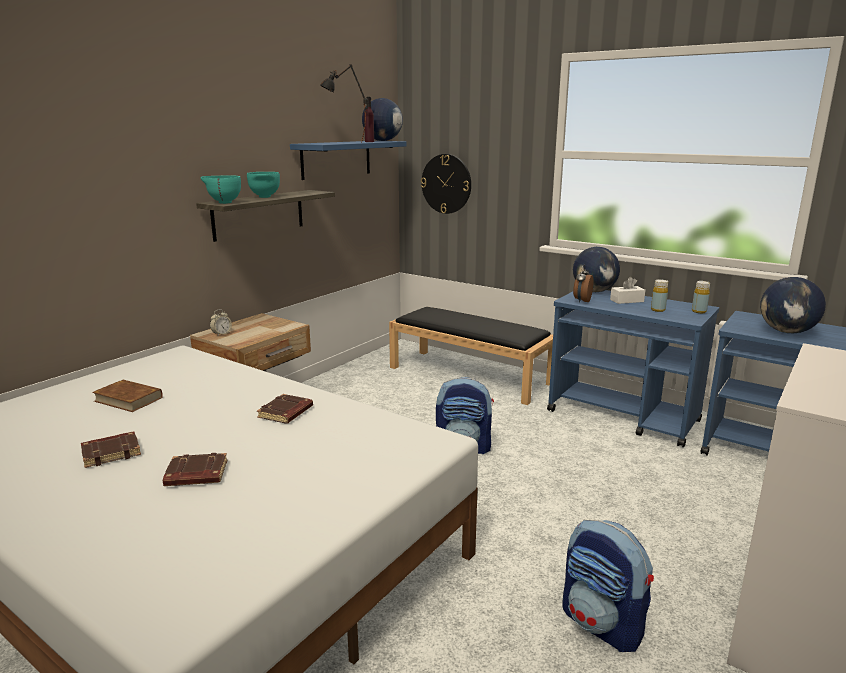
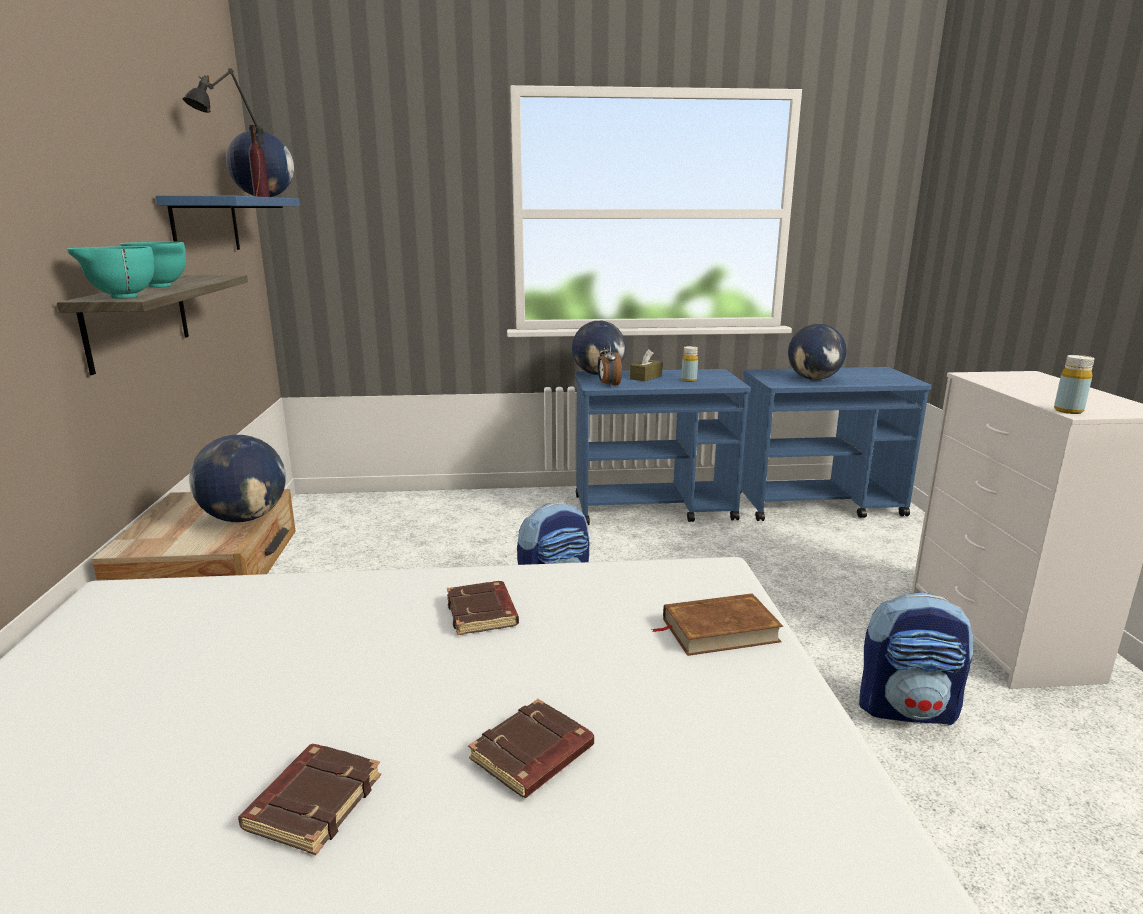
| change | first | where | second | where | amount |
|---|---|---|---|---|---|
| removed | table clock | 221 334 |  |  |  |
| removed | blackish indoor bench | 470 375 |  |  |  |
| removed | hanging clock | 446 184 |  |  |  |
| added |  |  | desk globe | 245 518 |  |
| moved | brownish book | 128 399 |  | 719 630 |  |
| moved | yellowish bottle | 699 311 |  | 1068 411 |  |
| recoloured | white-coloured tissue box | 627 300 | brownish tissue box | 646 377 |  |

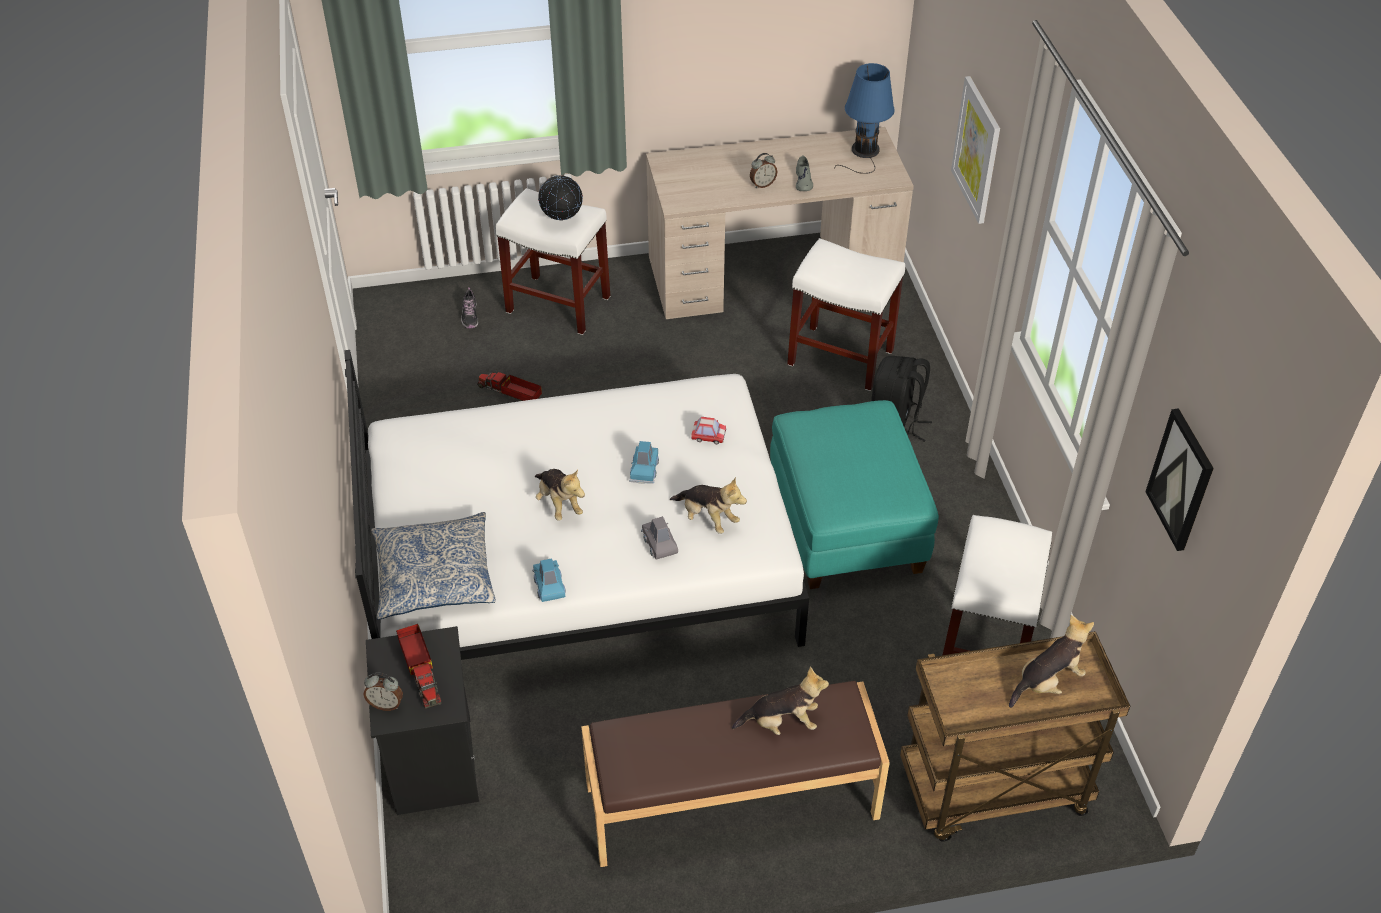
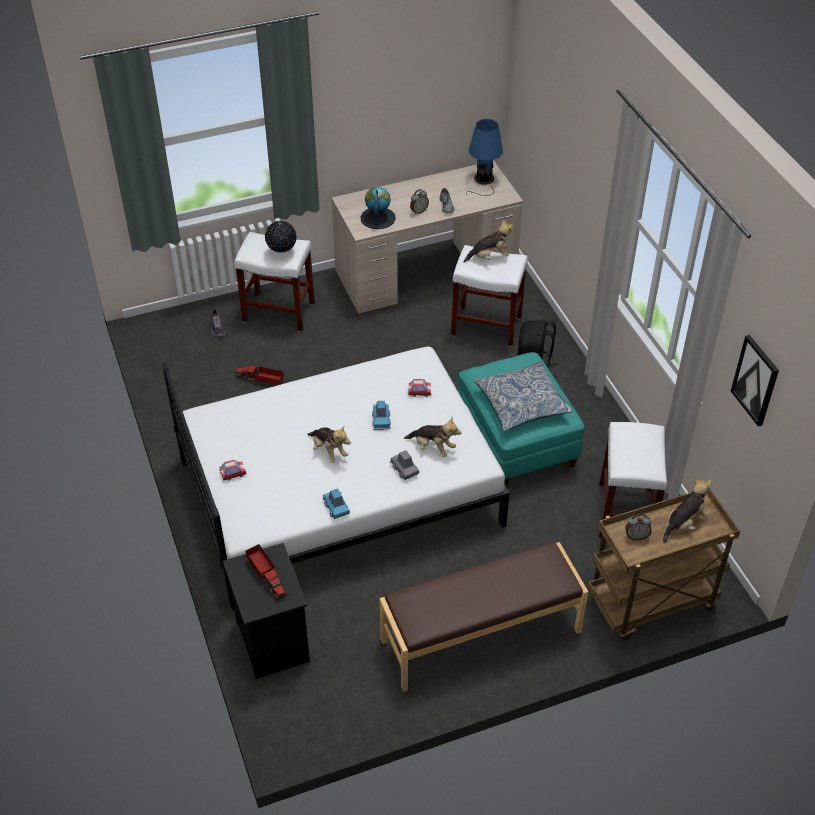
| change | first | where | second | where | amount |
|---|---|---|---|---|---|
| removed | picture | 977 150 |  |  |  |
| added |  |  | model car | 233 473 |  |
| added |  |  | desk globe | 377 218 |  |
| moved | table clock | 386 704 |  | 636 536 |  |
| moved | throw pillow | 435 576 |  | 522 403 |  |
| moved | cuddly toy | 782 722 |  | 489 257 |  |

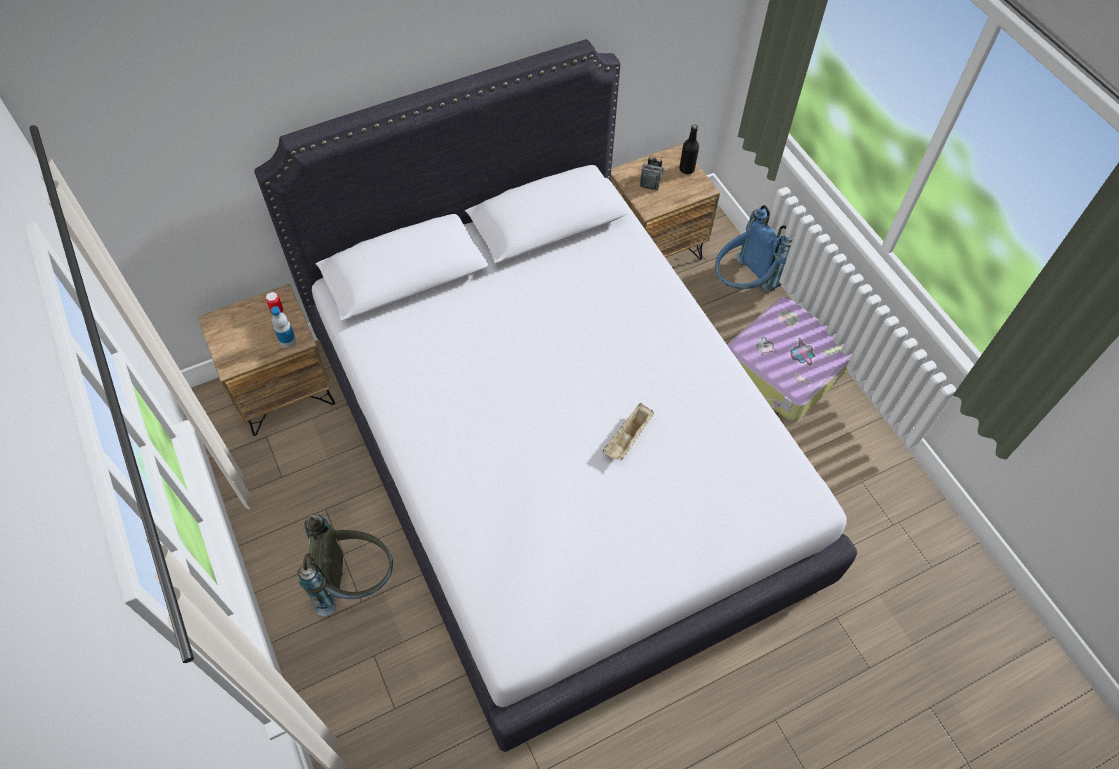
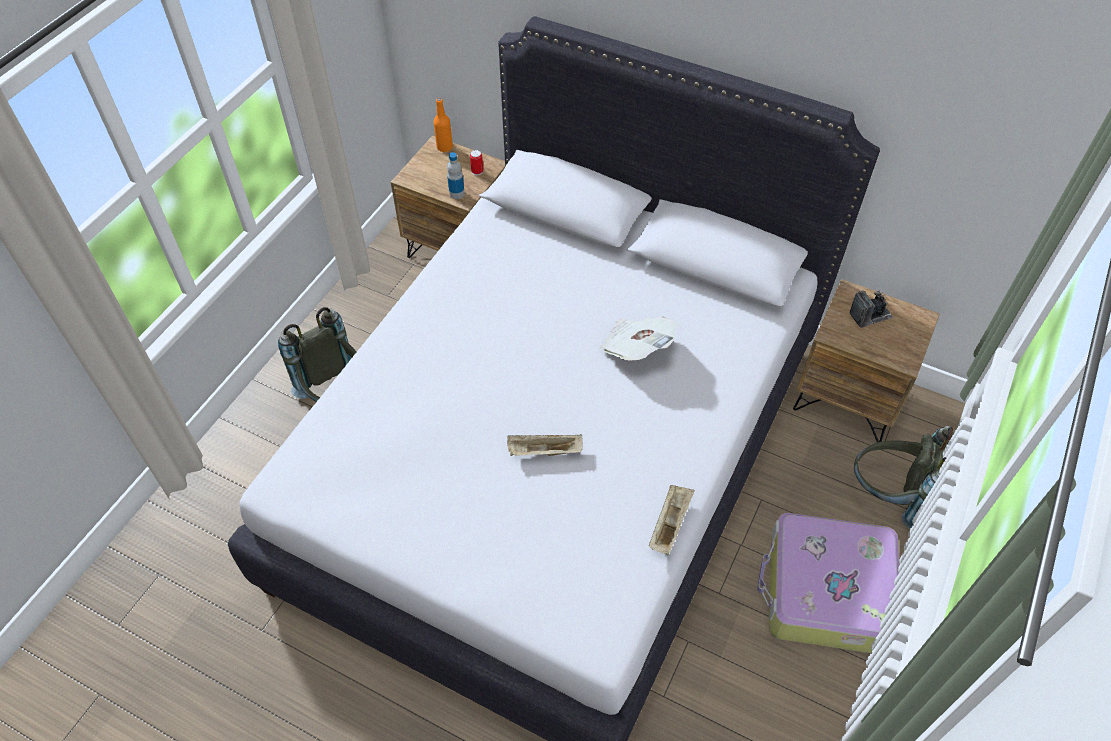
| change | first | where | second | where | amount |
|---|---|---|---|---|---|
| removed | blackish bottle | 687 169 |  |  |  |
| added |  |  | orange-coloured bottle | 444 147 |  |
| added |  |  | printed paper | 636 348 |  |
| added |  |  | sand-coloured tray | 669 524 |  |
| recoloured | blue-coloured backpack | 742 285 | greyish backpack | 888 496 |  |

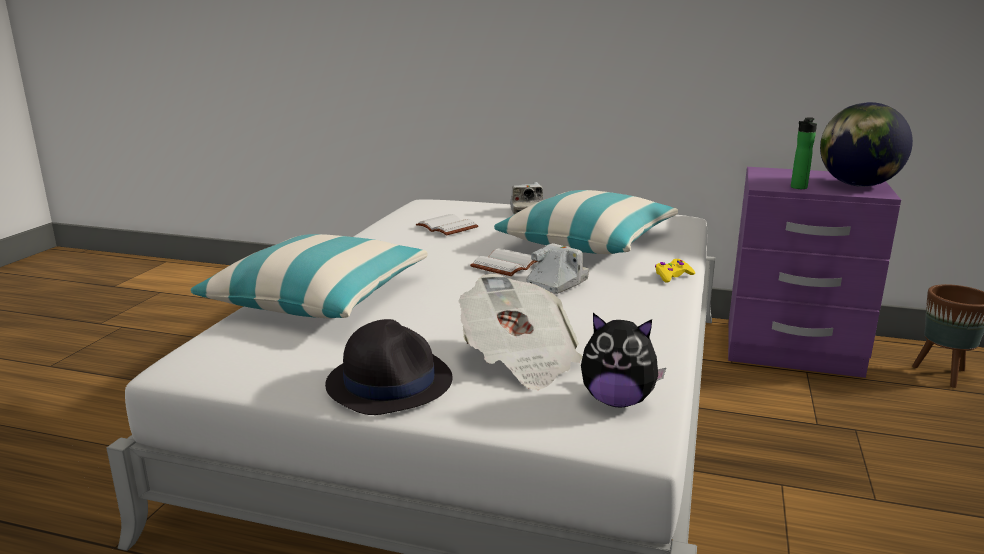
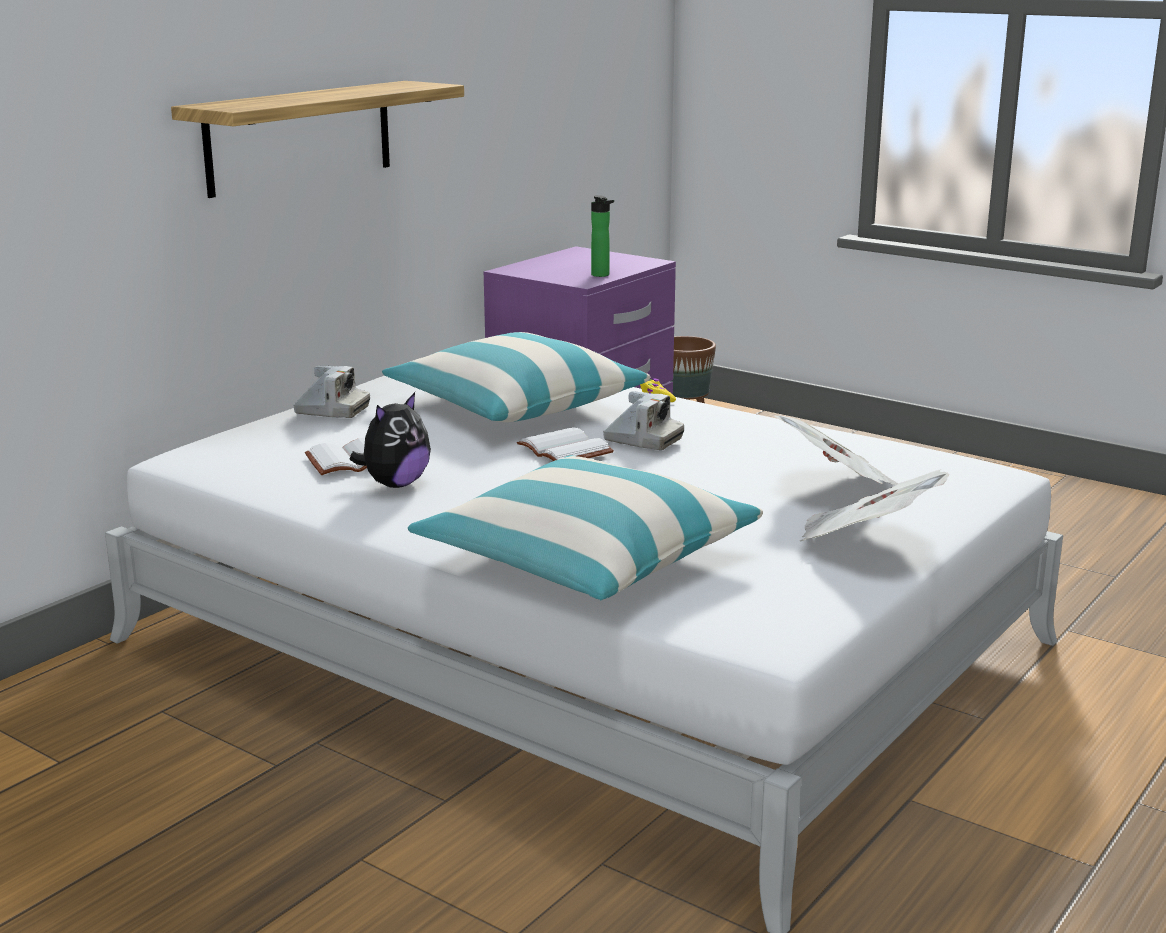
| change | first | where | second | where | amount |
|---|---|---|---|---|---|
| removed | desk globe | 857 185 |  |  |  |
| added |  |  | bracket shelf | 300 137 |  |
| moved | cuddly toy | 617 401 |  | 395 484 |  |
| replaced | blackish wearable hat | 389 382 | printed paper | 865 542 |  |
| turned | still camera | 557 283 |  | 643 440 | 150 degrees clockwise |

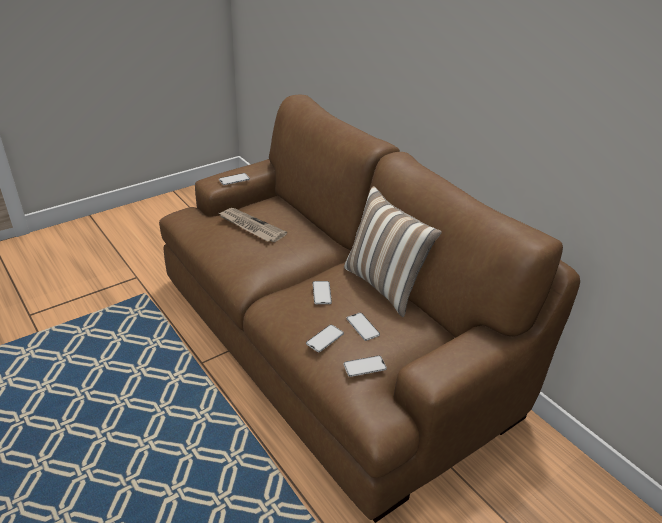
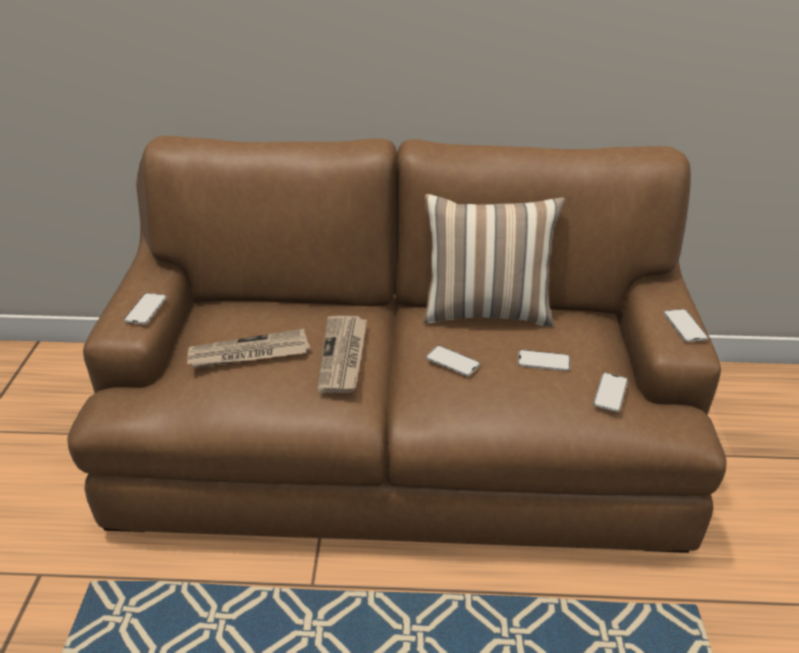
| change | first | where | second | where | amount |
|---|---|---|---|---|---|
| added |  |  | printed paper | 343 356 |  |
| moved | phone | 325 338 |  | 684 326 |  |

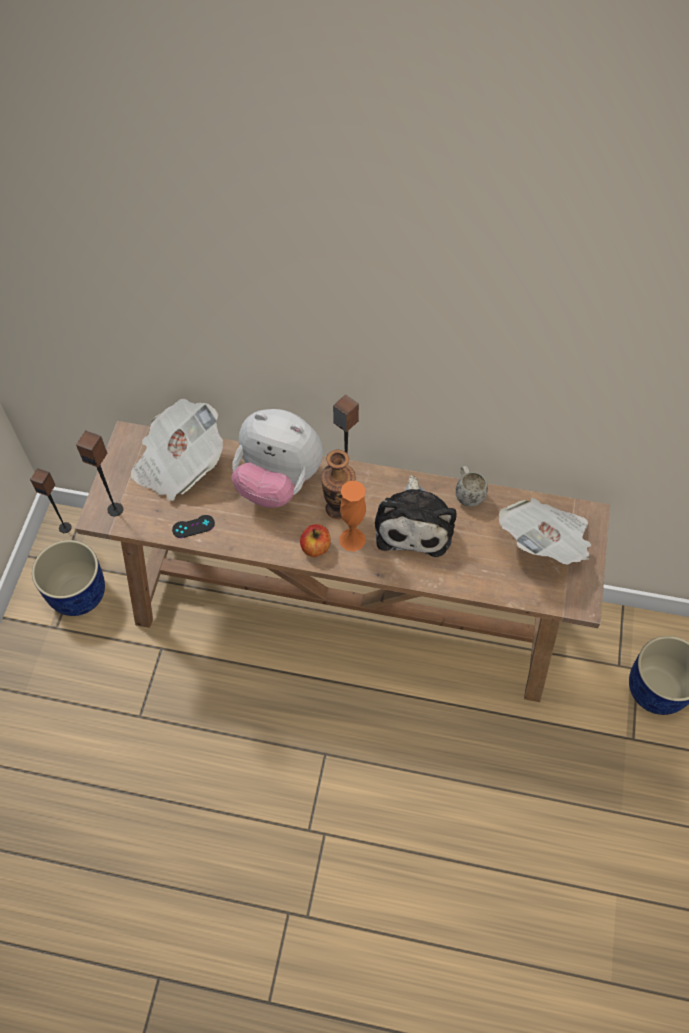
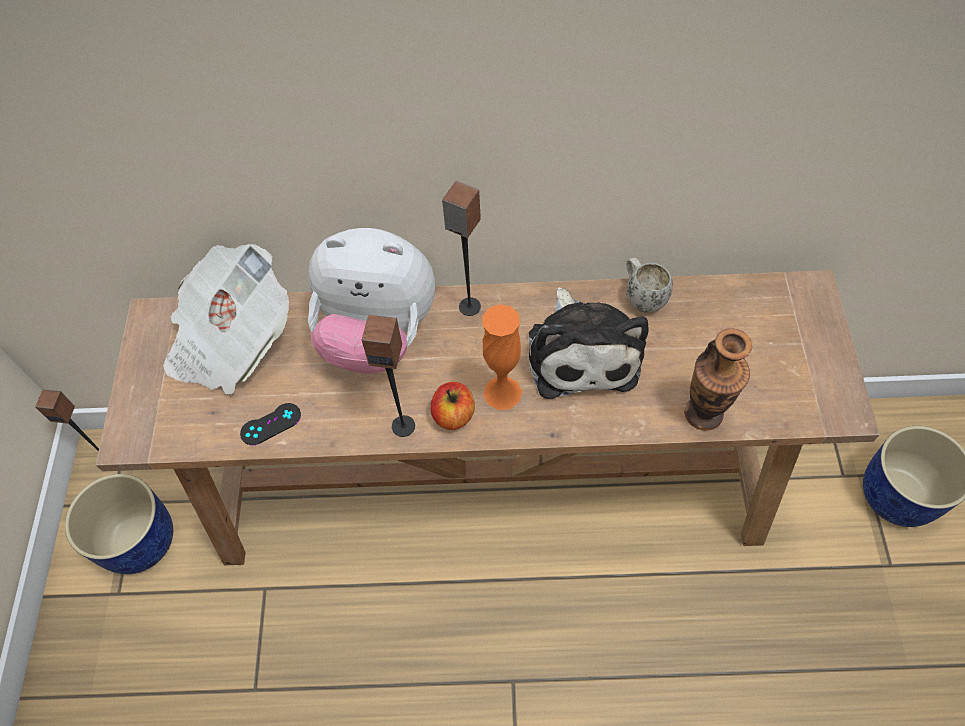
| change | first | where | second | where | amount |
|---|---|---|---|---|---|
| removed | printed paper | 545 542 |  |  |  |
| moved | audio speaker | 115 509 |  | 403 425 |  |
| moved | vase | 338 508 |  | 703 413 |  |

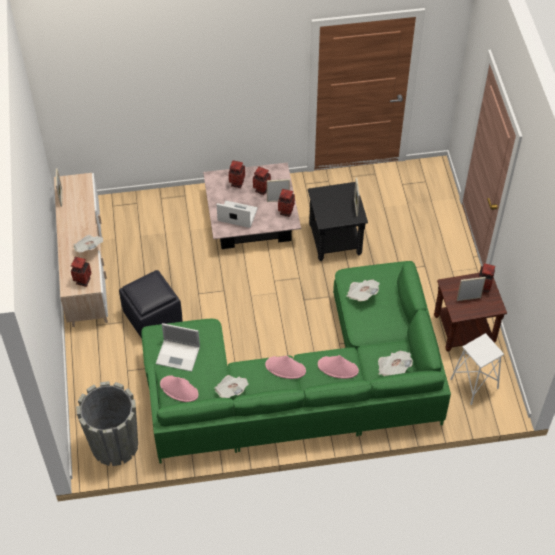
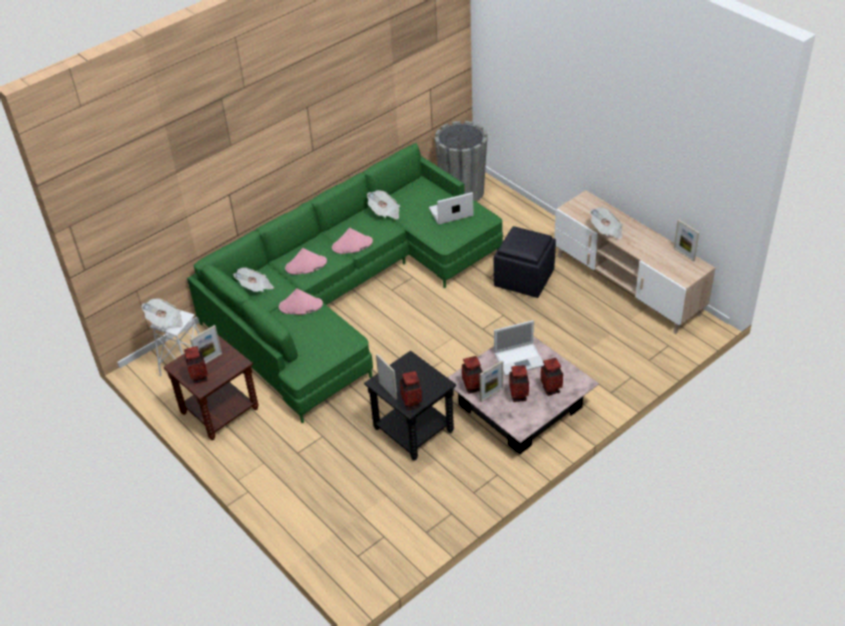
| change | first | where | second | where | amount |
|---|---|---|---|---|---|
| moved | vase | 83 281 |  | 411 403 |  |
| moved | pink-coloured wearable hat | 179 389 |  | 300 306 |  |
| moved | printed paper | 362 294 |  | 165 321 |  |

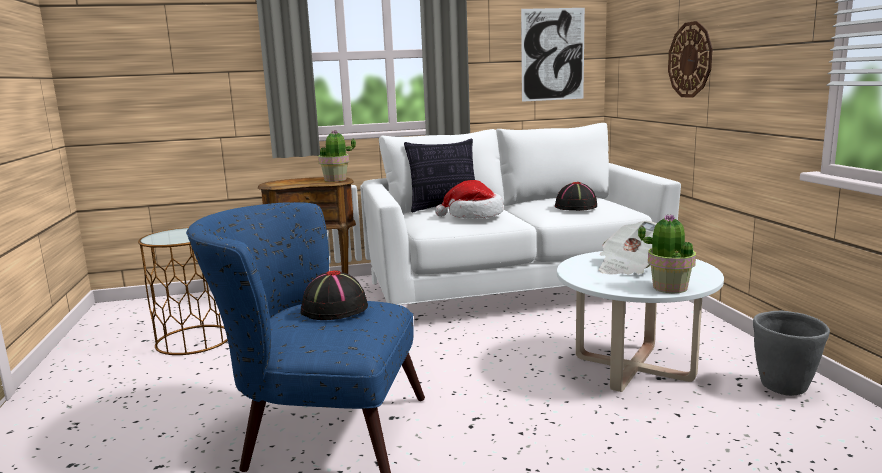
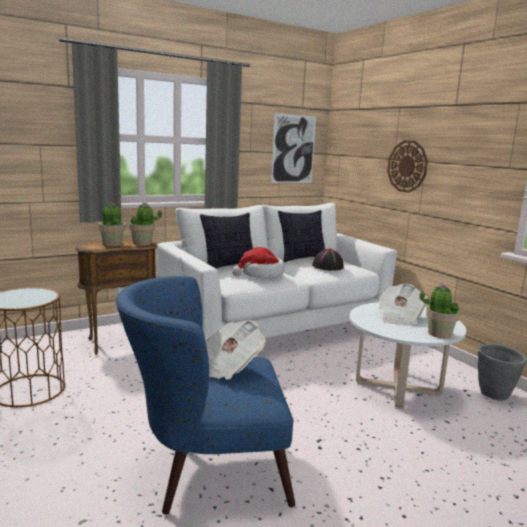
| change | first | where | second | where | amount |
|---|---|---|---|---|---|
| added |  |  | plant in a pot | 112 244 |  |
| added |  |  | throw pillow | 302 258 |  |
| replaced | blackish wearable hat | 334 309 | printed paper | 227 367 |  |

